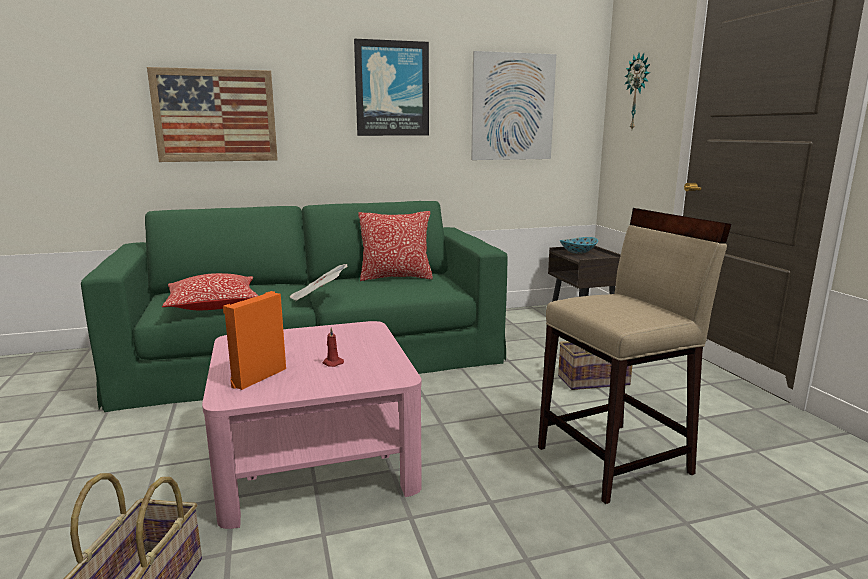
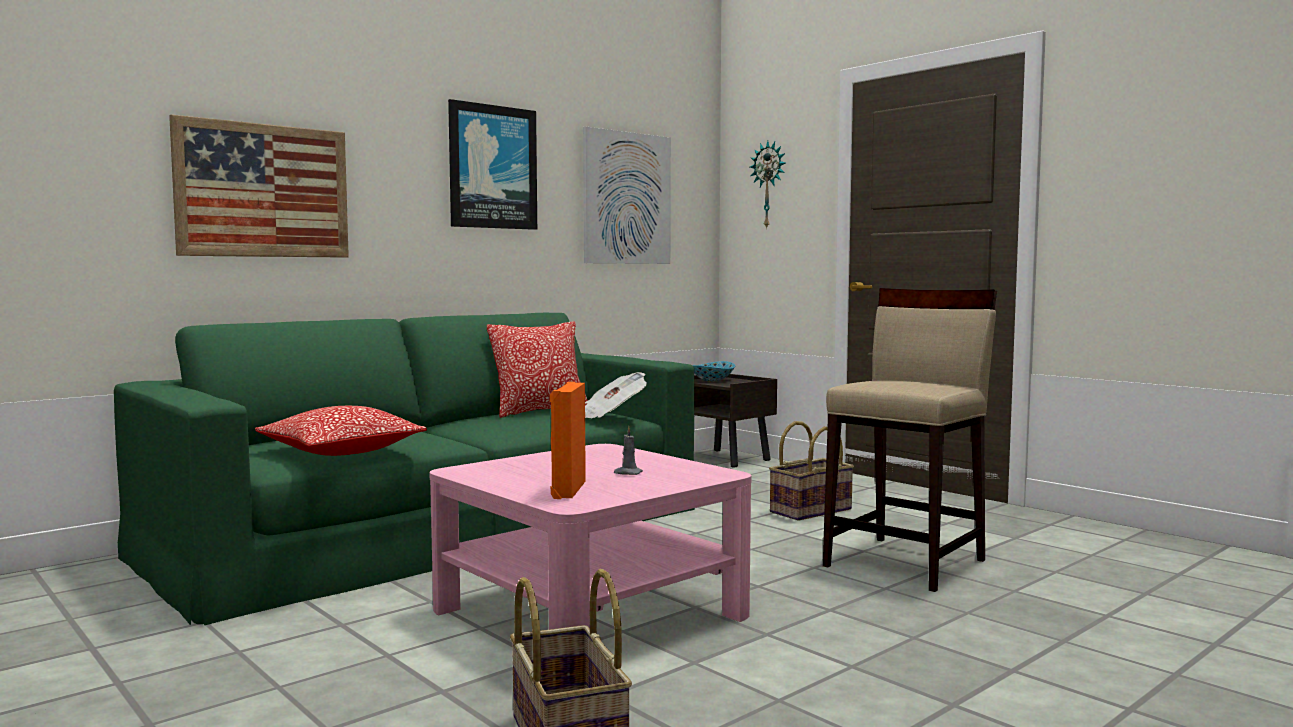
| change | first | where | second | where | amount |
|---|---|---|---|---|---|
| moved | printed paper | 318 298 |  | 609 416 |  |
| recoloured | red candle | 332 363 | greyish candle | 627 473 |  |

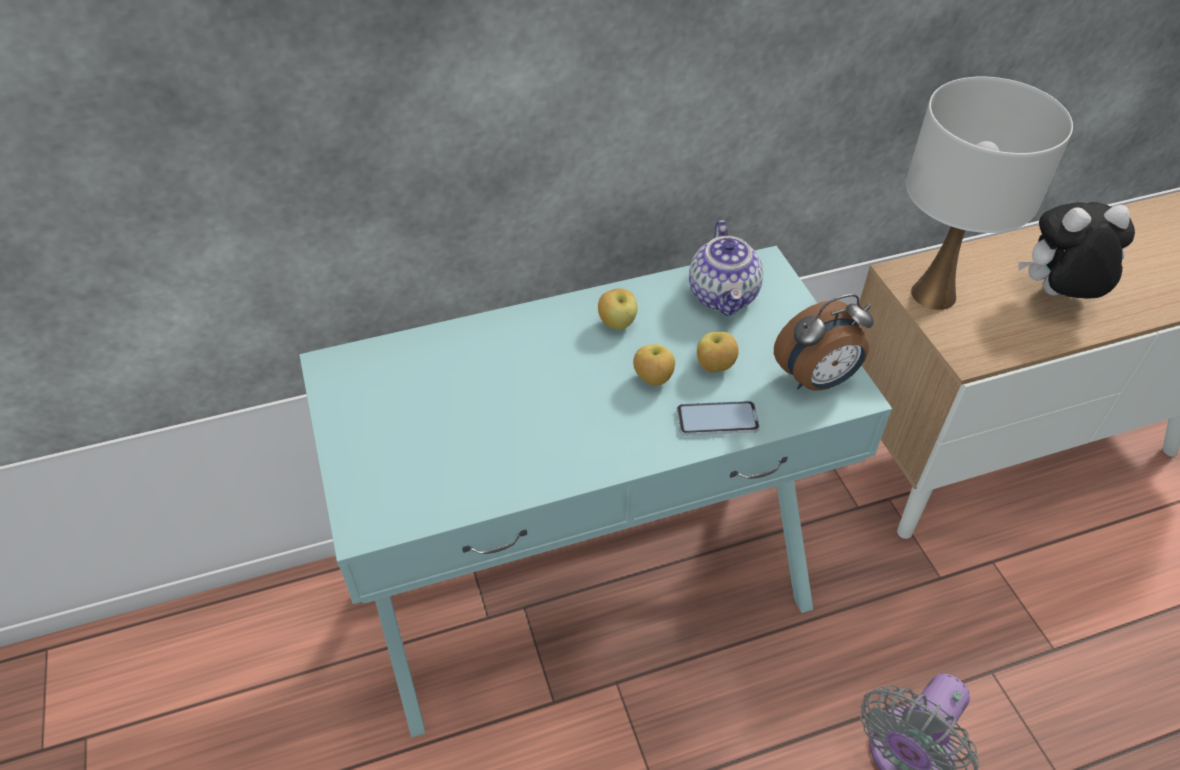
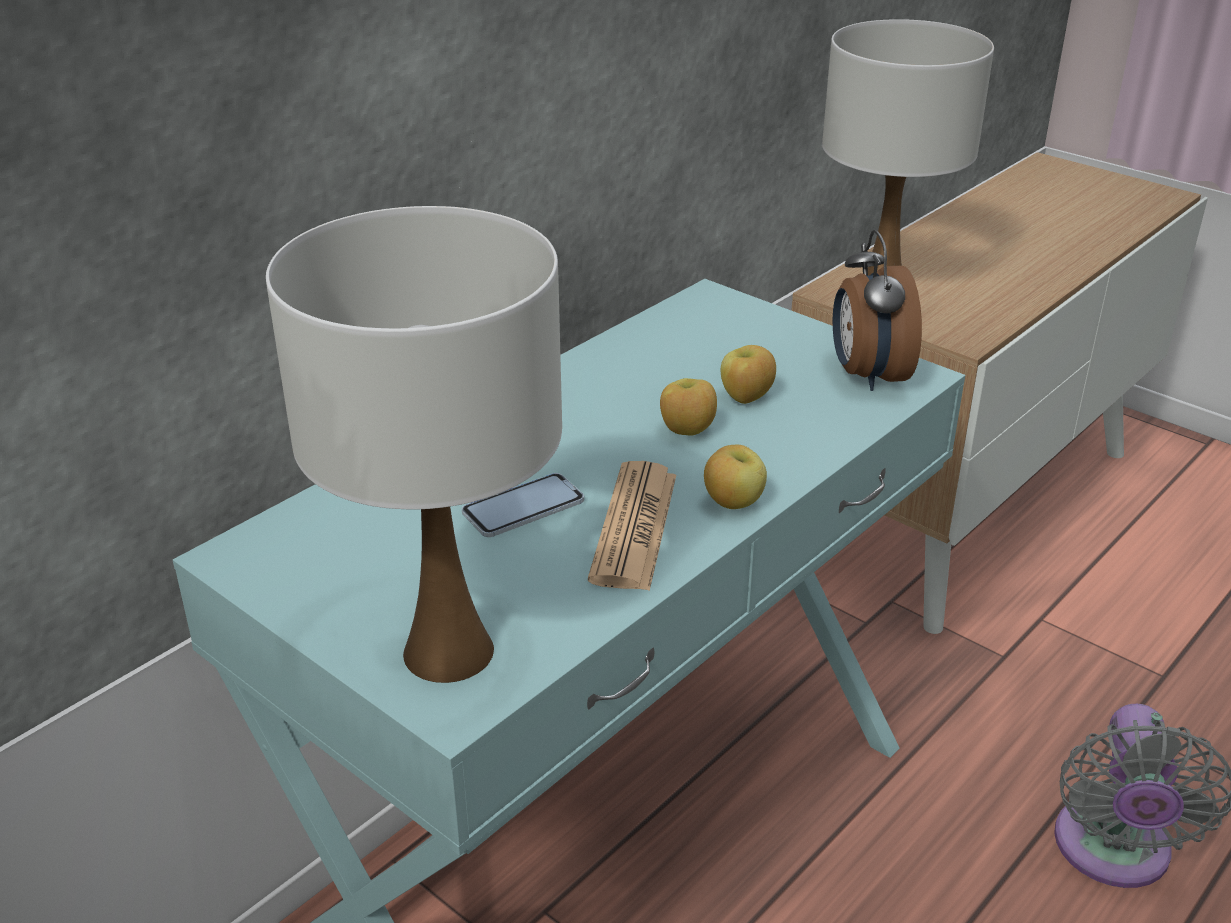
| change | first | where | second | where | amount |
|---|---|---|---|---|---|
| removed | teapot | 724 296 |  |  |  |
| removed | cuddly toy | 1056 296 |  |  |  |
| added |  |  | white-coloured tabletop lamp | 450 651 |  |
| added |  |  | printed paper | 634 527 |  |
| moved | apple | 617 323 |  | 733 503 |  |
| moved | phone | 717 420 |  | 523 508 |  |
| turned | table clock | 816 380 |  | 867 375 | 135 degrees clockwise |

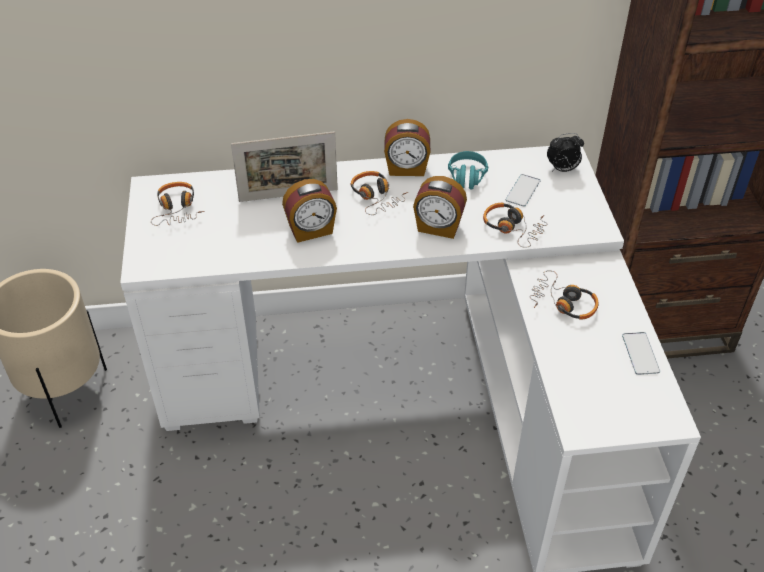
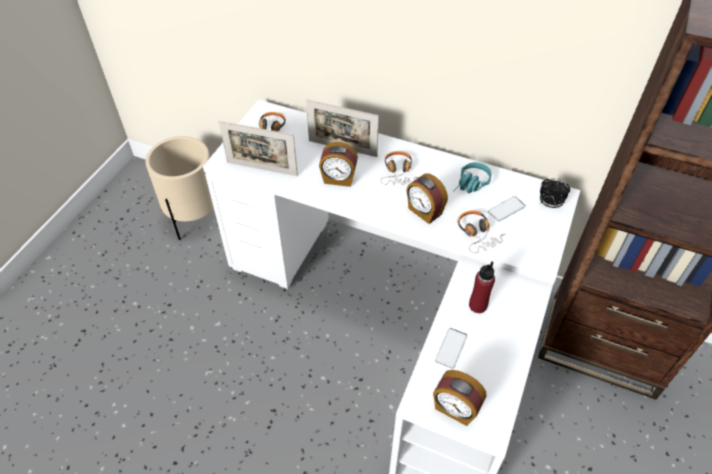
| change | first | where | second | where | amount |
|---|---|---|---|---|---|
| added |  |  | photo frame | 262 169 |  |
| moved | table clock | 406 169 |  | 455 409 |  |
| moved | phone | 640 353 |  | 451 348 |  |
| replaced | pair of headphones | 563 303 | red bottle | 477 305 |  |

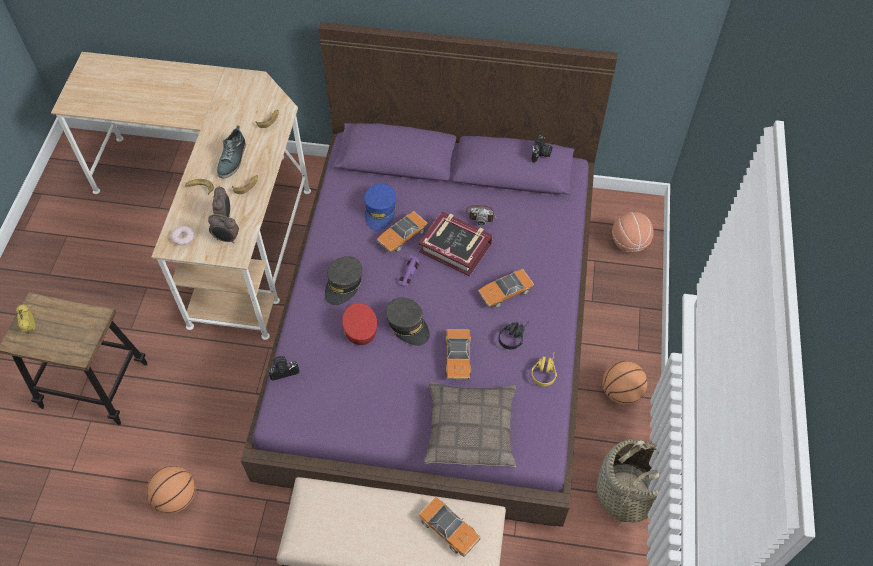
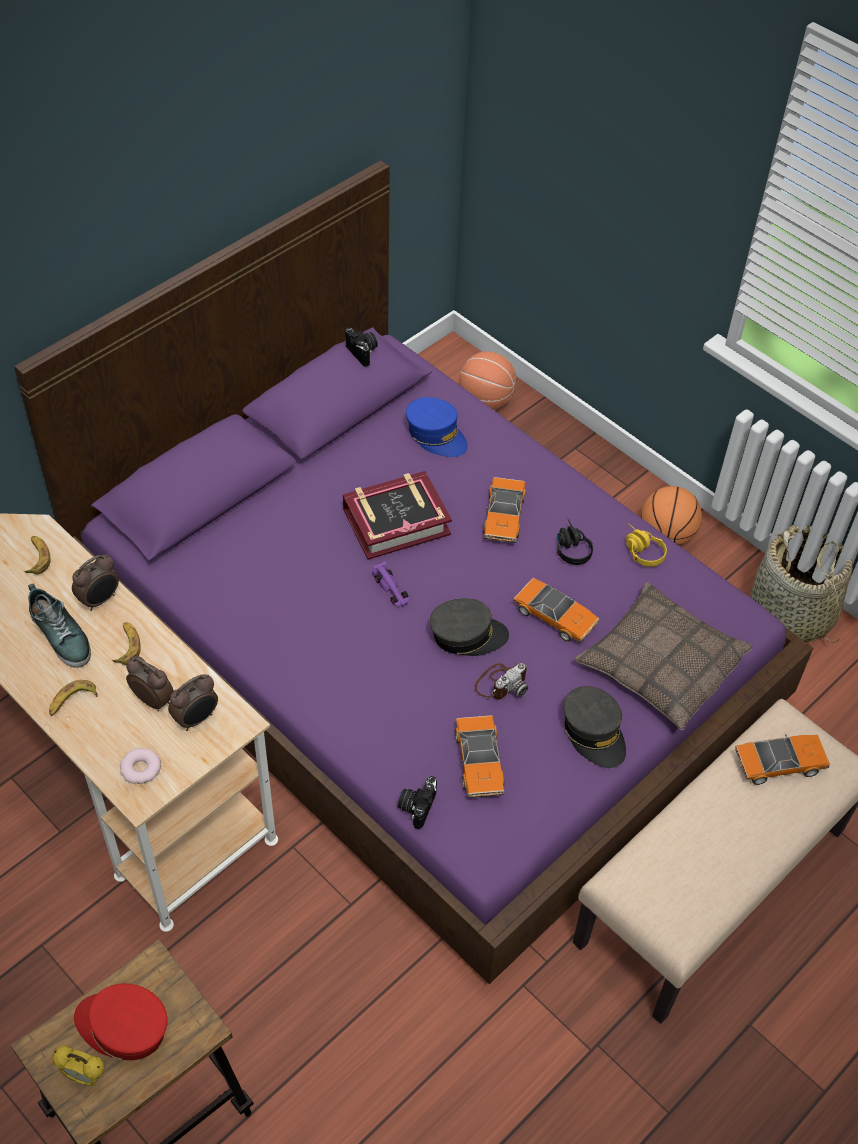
| change | first | where | second | where | amount |
|---|---|---|---|---|---|
| removed | ball for basketball | 176 498 |  |  |  |
| added |  |  | table clock | 100 600 |  |
| moved | greyish baseball cap | 343 284 |  | 594 733 |  |
| moved | red baseball cap | 359 326 |  | 123 1027 |  |
| moved | blue-coloured baseball cap | 380 211 |  | 436 435 |  |
| moved | model car | 402 236 |  | 479 762 |  |
| moved | still camera | 481 215 |  | 501 683 |  |

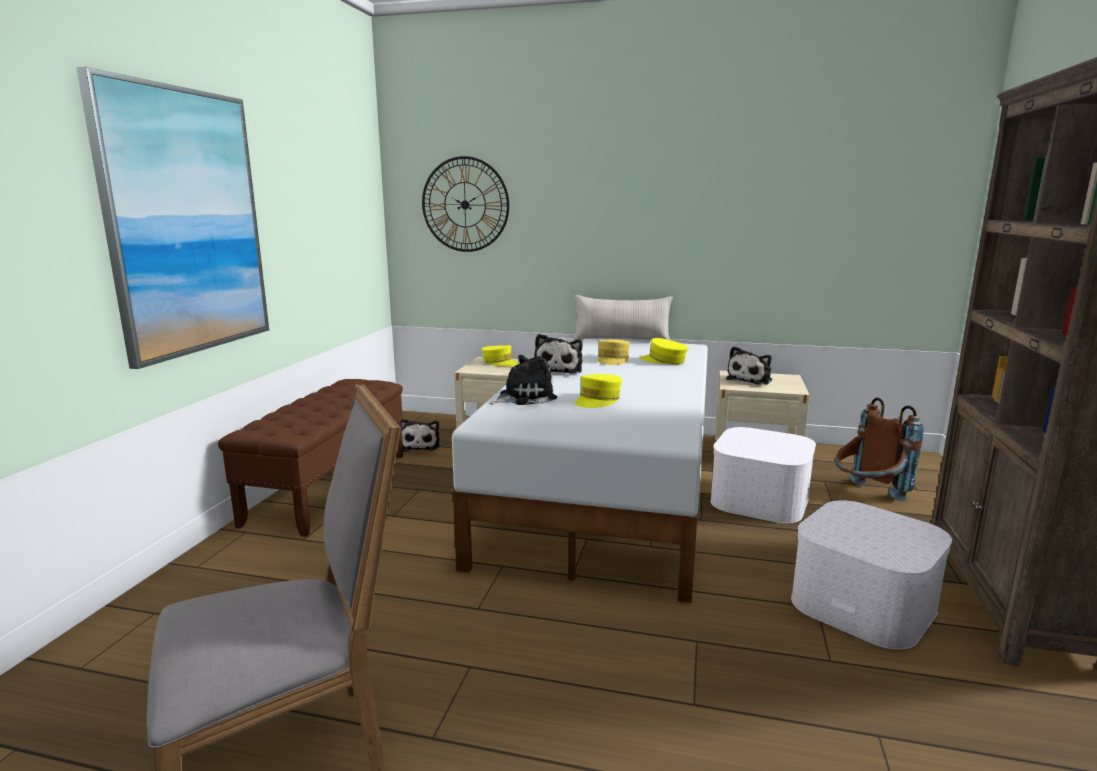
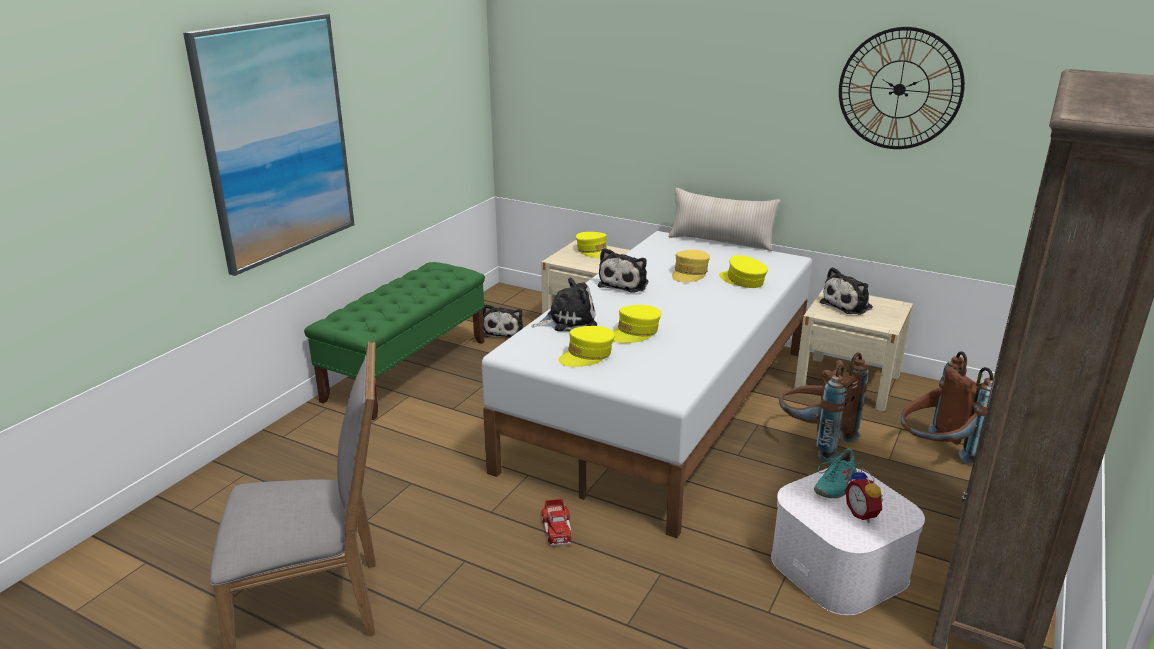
| change | first | where | second | where | amount |
|---|---|---|---|---|---|
| added |  |  | model truck | 557 528 |  |
| added |  |  | yellowish baseball cap | 587 355 |  |
| added |  |  | turquoise-coloured shoe | 834 484 |  |
| added |  |  | table clock | 863 514 |  |
| moved | hanging clock | 465 204 |  | 899 89 |  |
| replaced | white-coloured storage container | 760 499 | brownish backpack | 814 440 |  |
| recoloured | brownish indoor bench | 329 487 | greenish indoor bench | 407 369 |  |

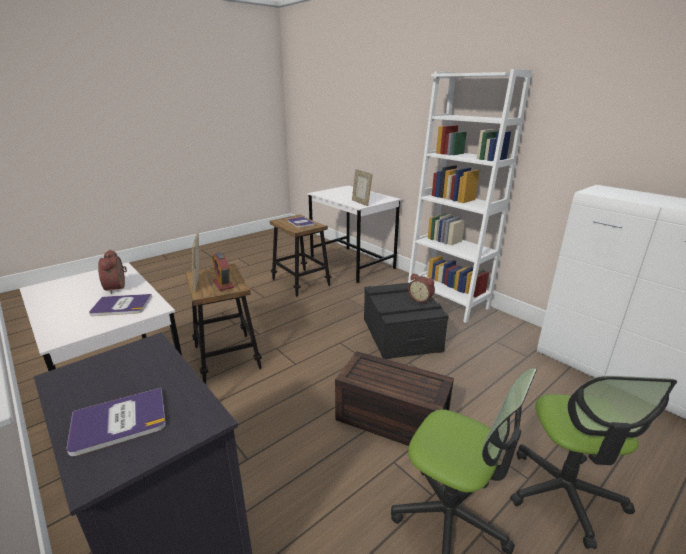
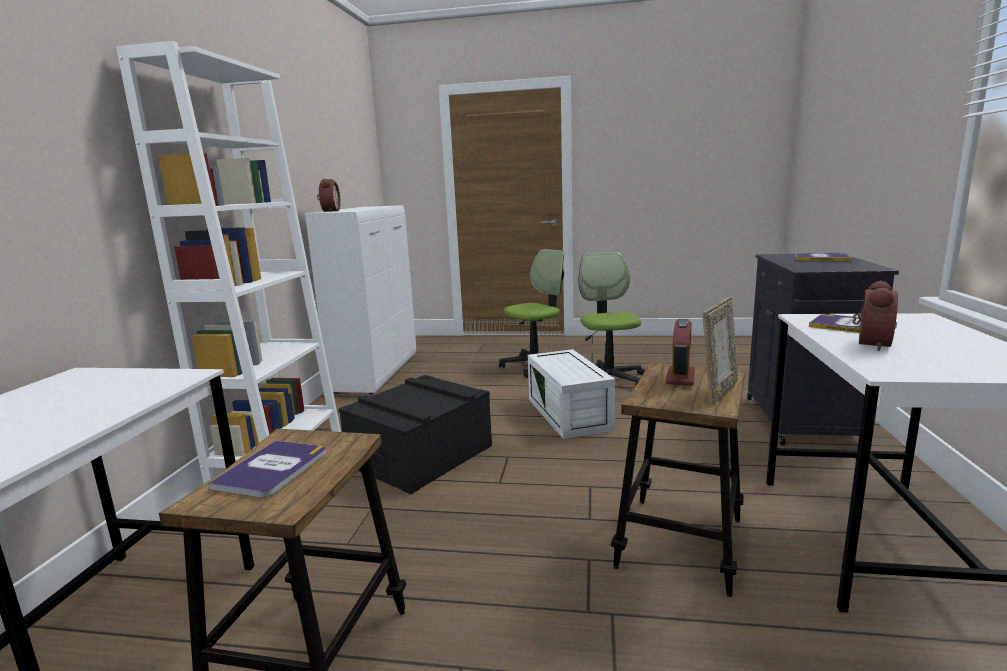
| change | first | where | second | where | amount |
|---|---|---|---|---|---|
| removed | photo frame | 361 203 |  |  |  |
| moved | table clock | 421 299 |  | 329 211 |  |
| recoloured | brownish storage container | 389 419 | white-coloured storage container | 570 414 |  |

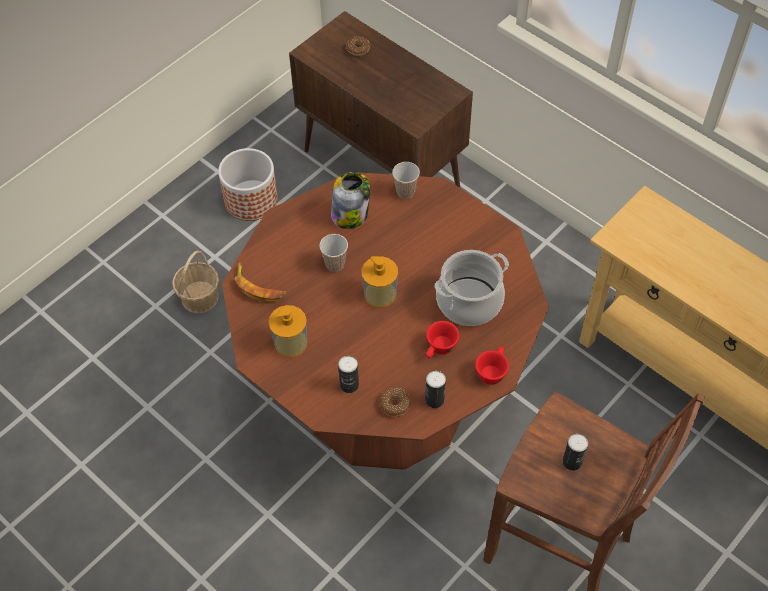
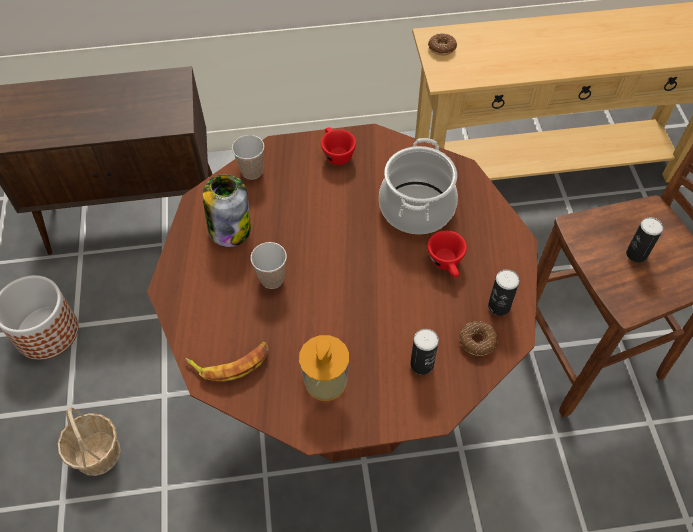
| change | first | where | second | where | amount |
|---|---|---|---|---|---|
| removed | soap bottle | 380 294 |  |  |  |
| moved | donut | 358 49 |  | 442 48 |  |
| moved | red drinking cup | 492 371 |  | 336 154 |  |

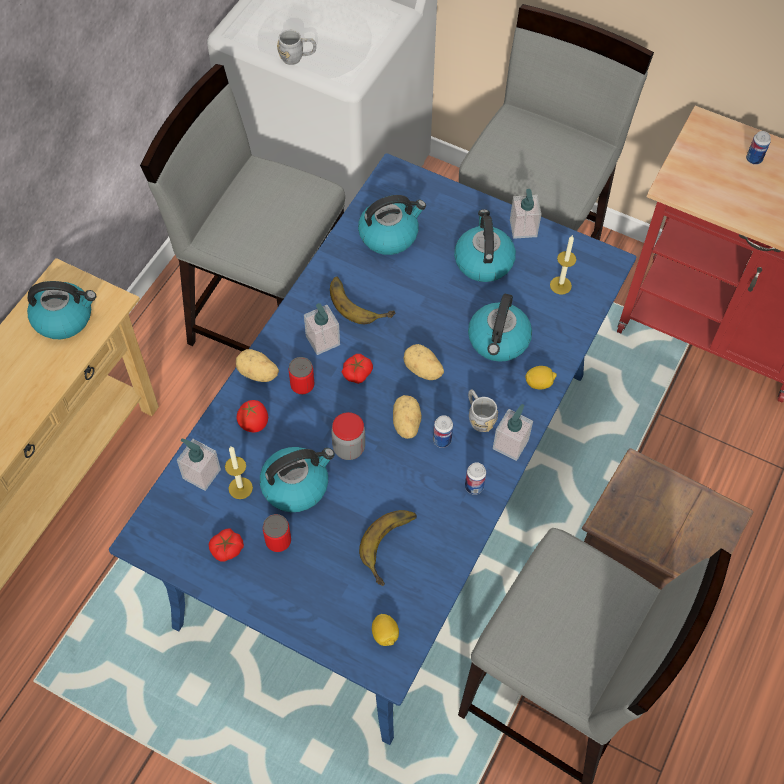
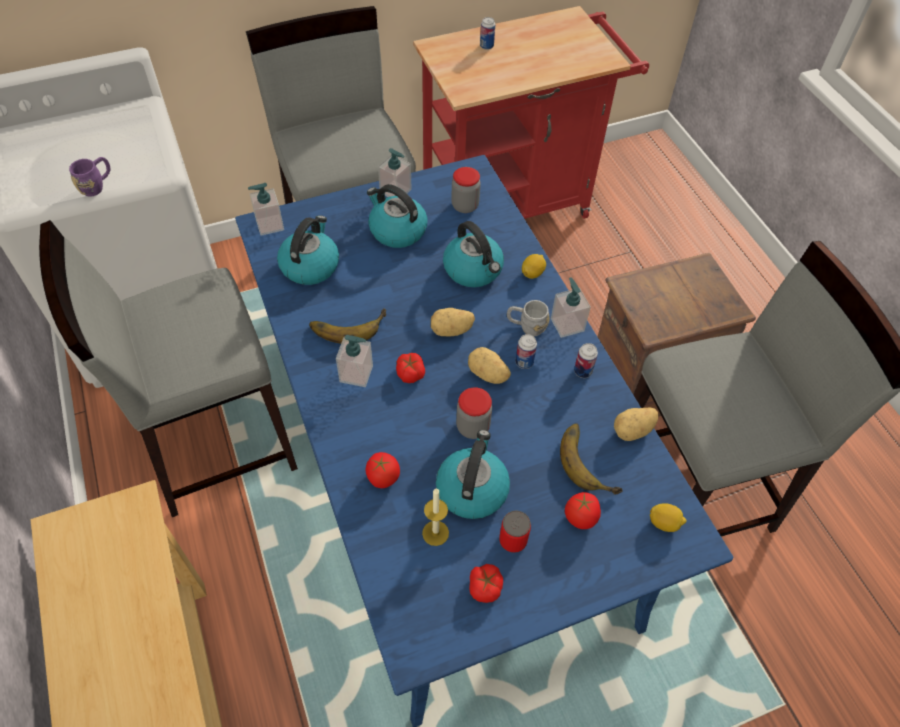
| change | first | where | second | where | amount |
|---|---|---|---|---|---|
| removed | tea kettle | 64 318 |  |  |  |
| removed | sealed can | 302 385 |  |  |  |
| added |  |  | tomato | 580 517 |  |
| moved | soap bottle | 201 474 |  | 269 225 |  |
| moved | whole potato | 257 374 |  | 633 431 |  |
| replaced | candle | 560 285 | jar | 465 206 |  |
| recoloured | greyish mug | 297 57 | purple mug | 97 186 |  |

